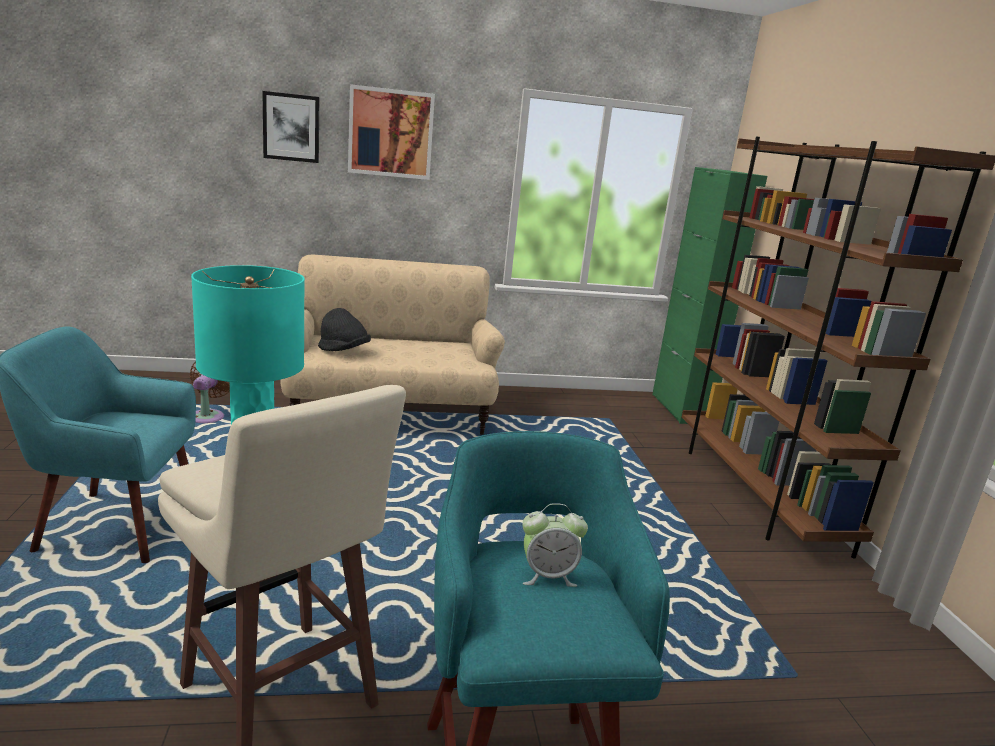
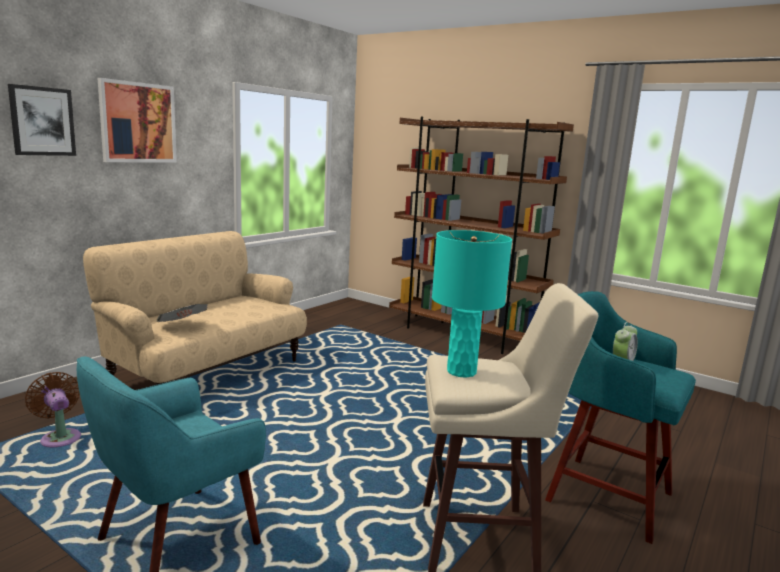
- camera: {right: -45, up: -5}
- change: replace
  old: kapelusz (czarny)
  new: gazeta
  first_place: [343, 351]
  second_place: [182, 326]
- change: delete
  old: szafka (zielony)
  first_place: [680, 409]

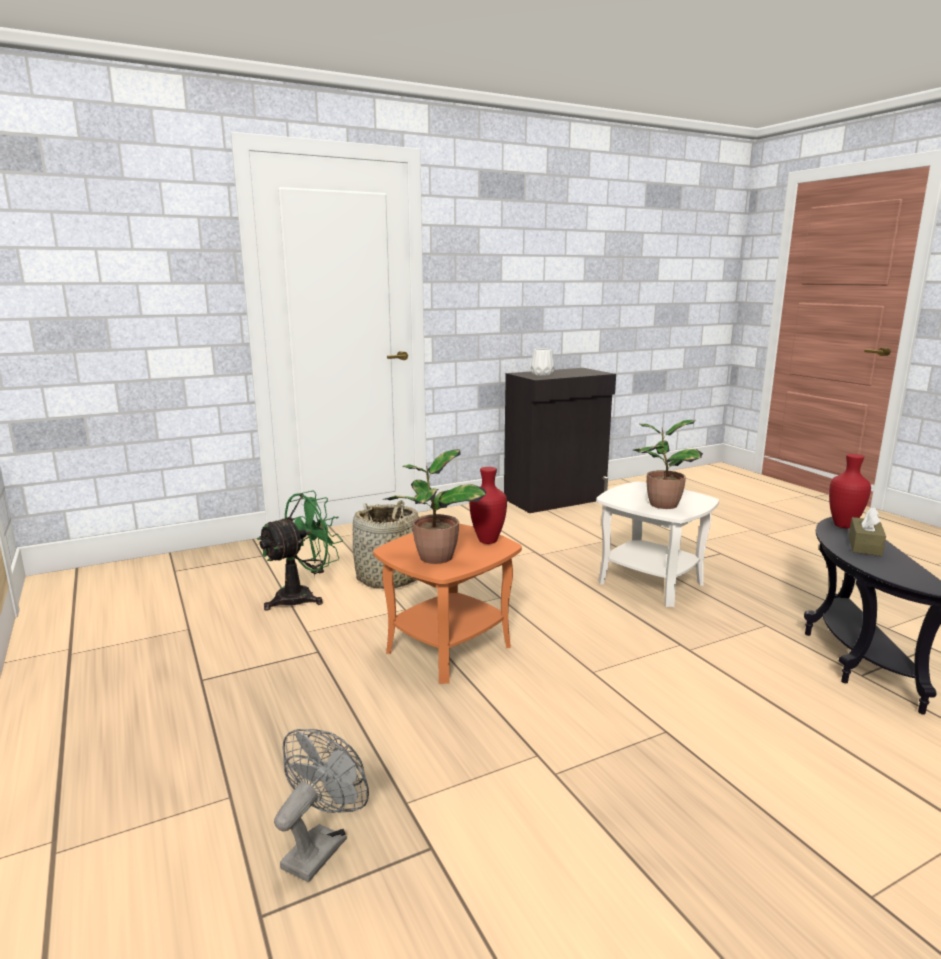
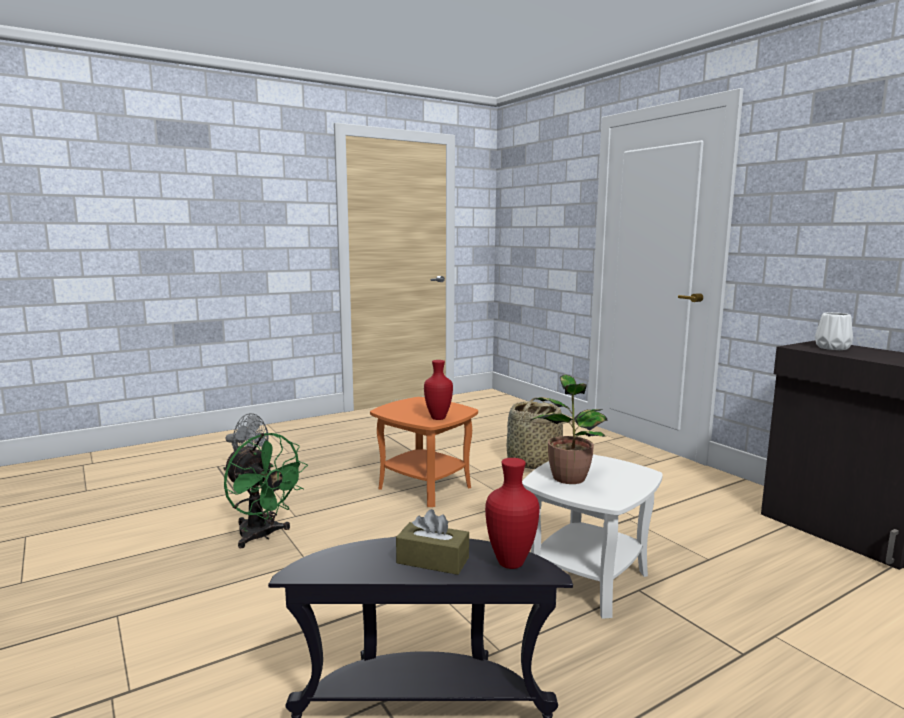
- camera: {right: 85, up: -5}
- change: move
  old: wentylator (zielony)
  first_place: [303, 596]
  second_place: [262, 536]
- change: delete
  old: roślina doniczkowa
  first_place: [434, 558]

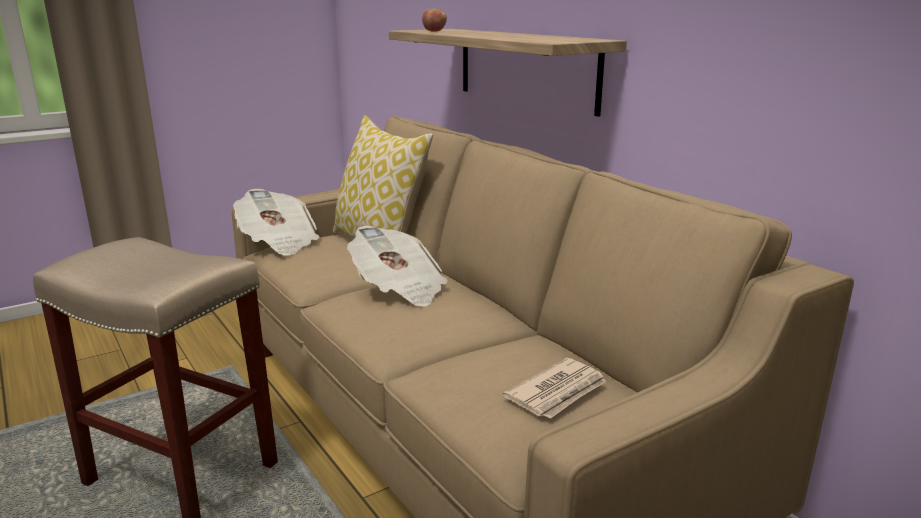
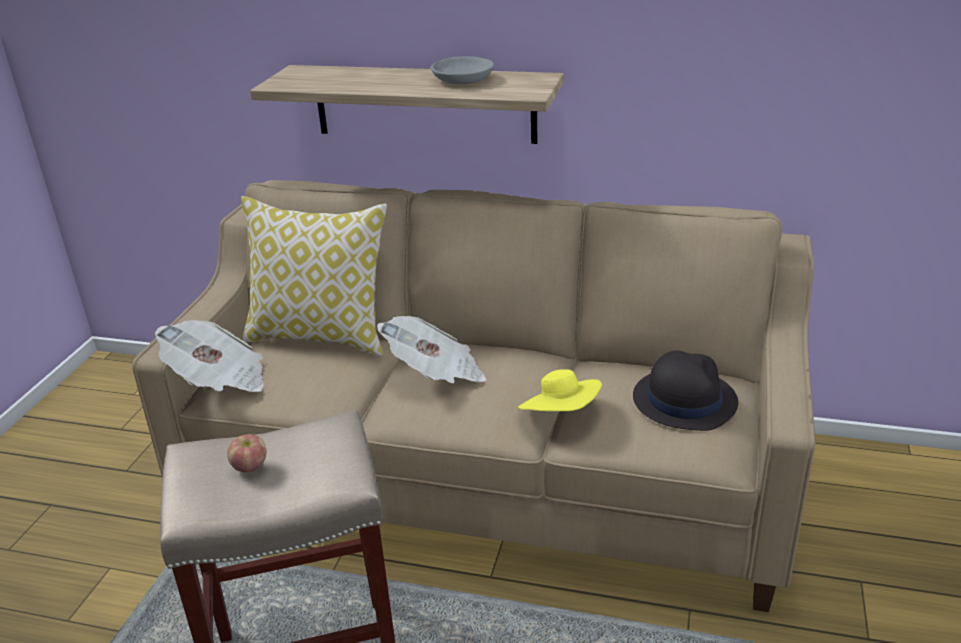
- camera: {right: -40, up: 10}
- change: move
  old: jabłko
  first_place: [434, 31]
  second_place: [250, 467]
- change: insert
  new: miska (szary)
  second_place: [462, 79]
- change: insert
  new: kapelusz (żółty)
  second_place: [561, 414]
- change: replace
  old: gazeta
  new: kapelusz (czarny)
  first_place: [558, 392]
  second_place: [684, 399]

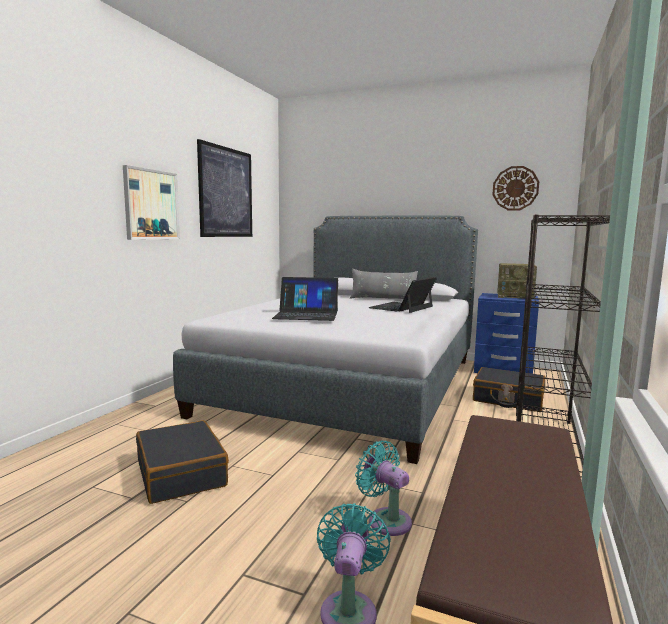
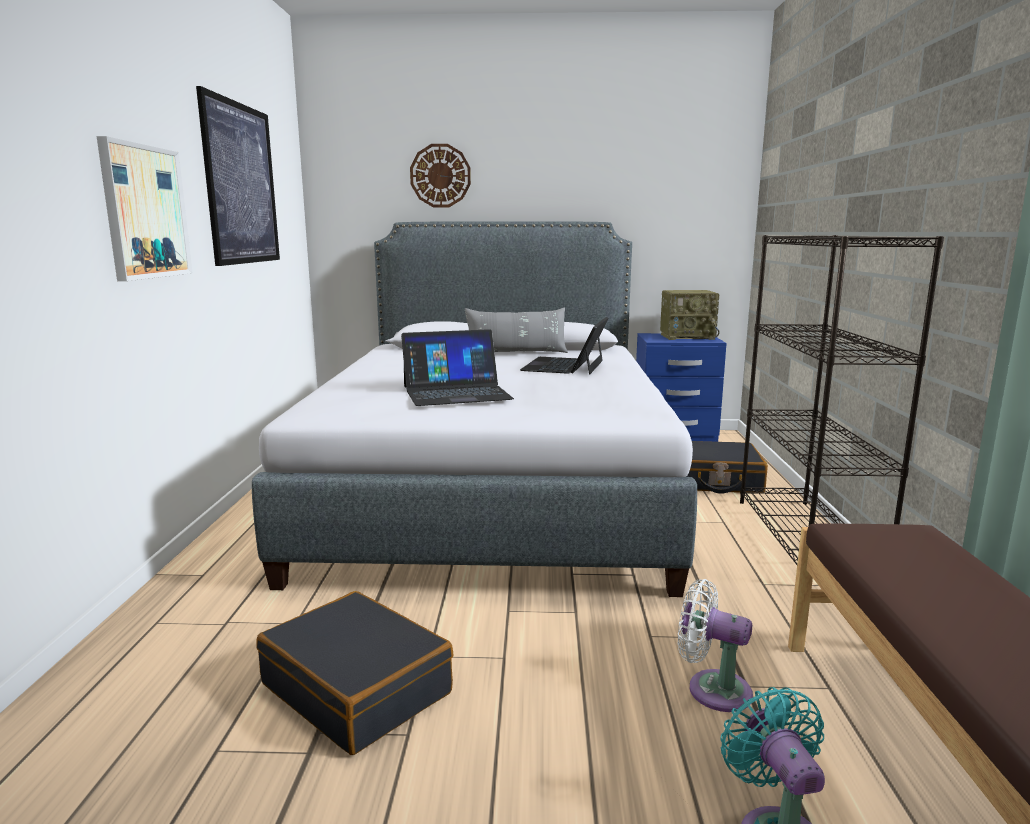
- camera: {right: -20, up: 5}
- change: move
  old: zegar ścienny
  first_place: [515, 188]
  second_place: [440, 176]
- change: recolor
  old: wentylator (turkusowy)
  new: wentylator (biały)
  first_place: [386, 519]
  second_place: [712, 689]

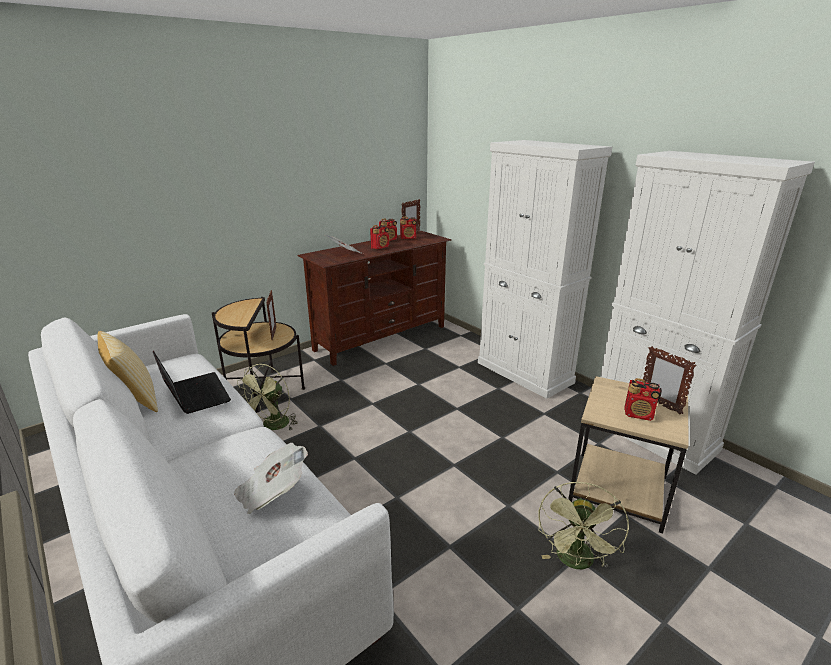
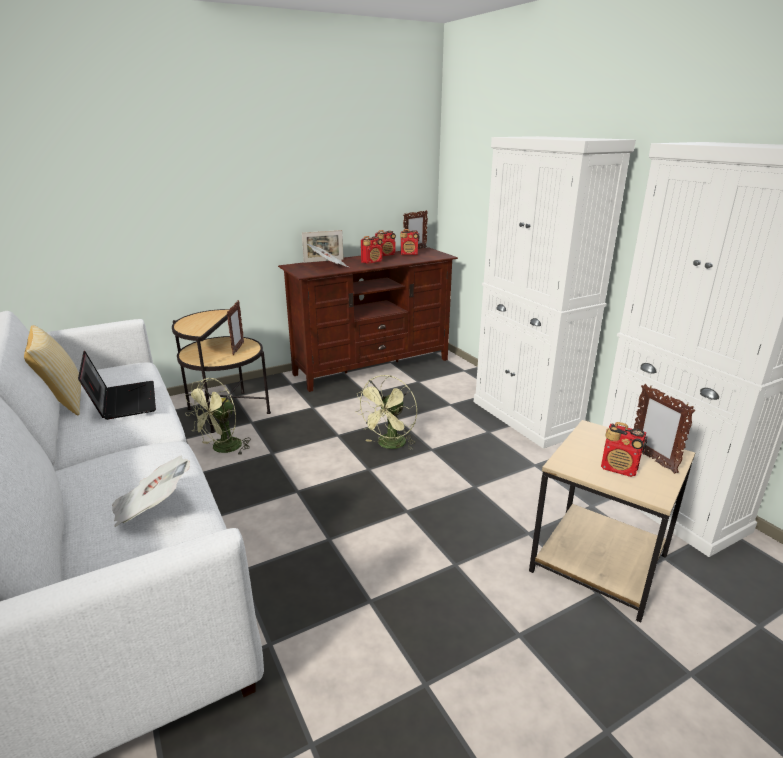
- camera: {right: 10, up: 0}
- change: insert
  new: ramka na zdjęcie
  second_place: [323, 261]
- change: move
  old: wentylator (zielony)
  first_place: [576, 562]
  second_place: [389, 445]

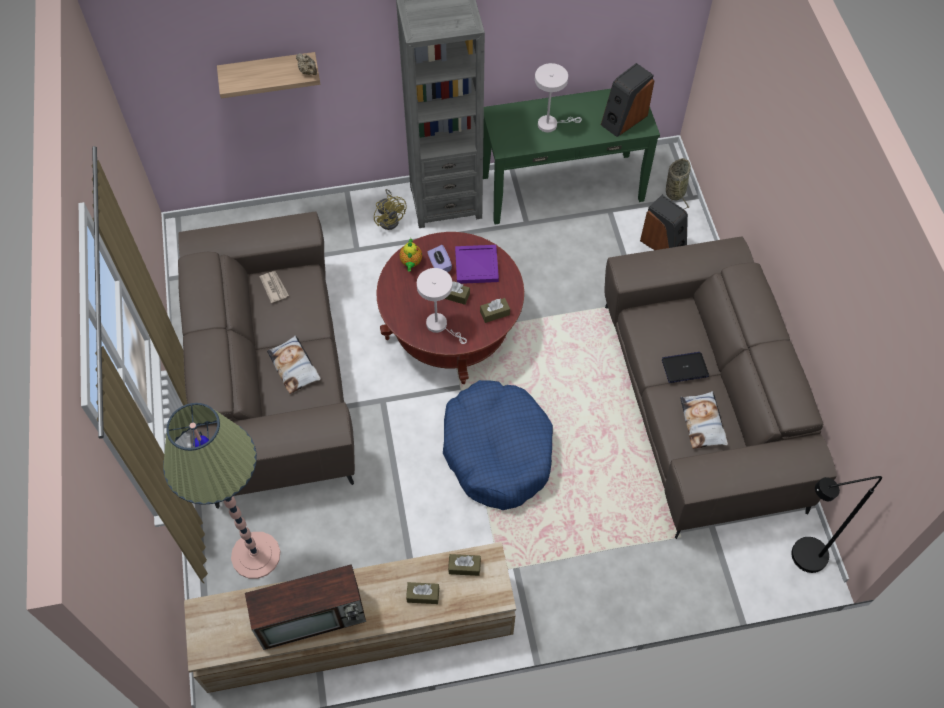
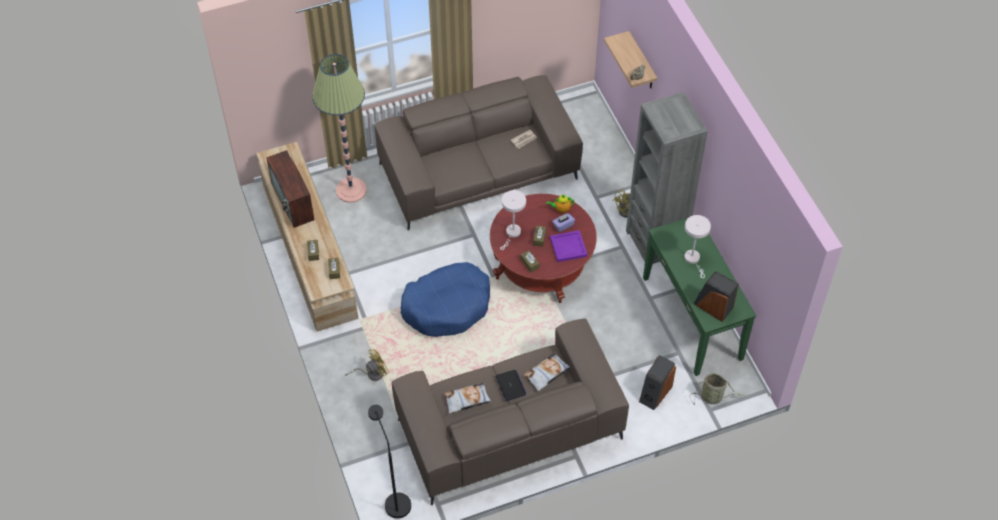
- camera: {right: 80, up: -5}
- change: insert
  new: wentylator (żółty)
  second_place: [372, 373]
- change: move
  old: poduszka
  first_place: [294, 367]
  second_place: [547, 374]

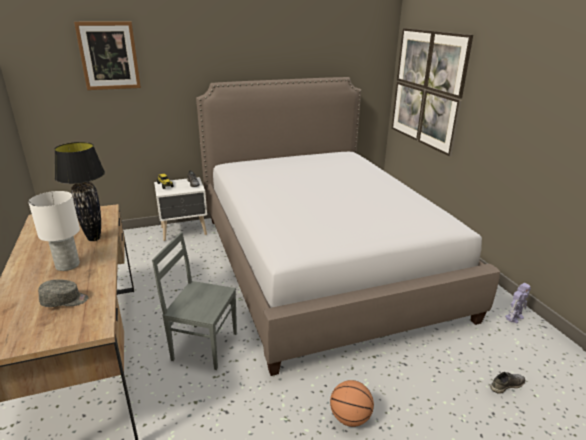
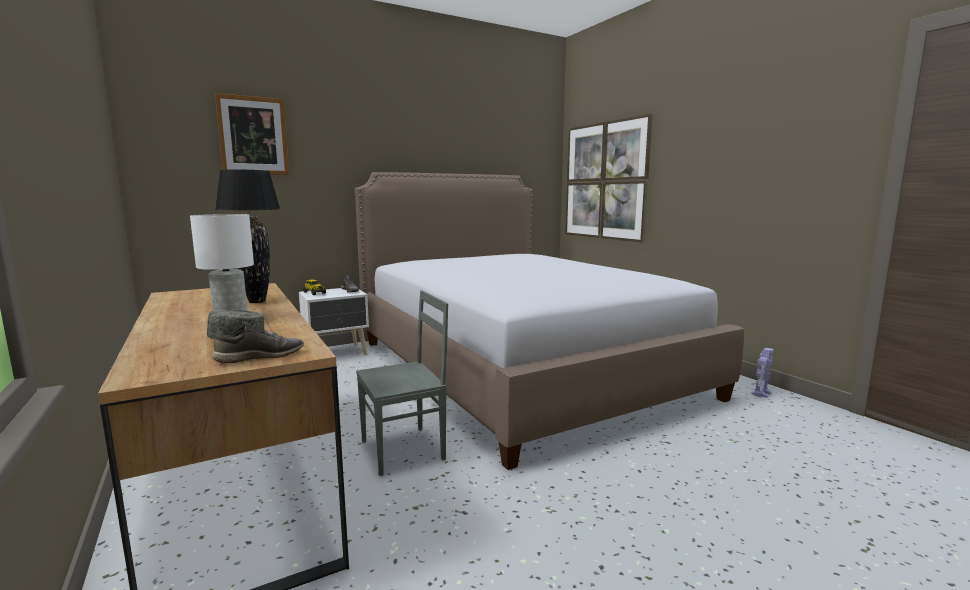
- camera: {right: -10, up: -15}
- change: move
  old: but (szary)
  first_place: [506, 385]
  second_place: [260, 356]
- change: rotate
  old: krzesło (szary)
  first_place: [204, 345]
  second_place: [404, 450]
  degrees: 150
- change: delete
  old: piłka do koszykówki
  first_place: [350, 418]

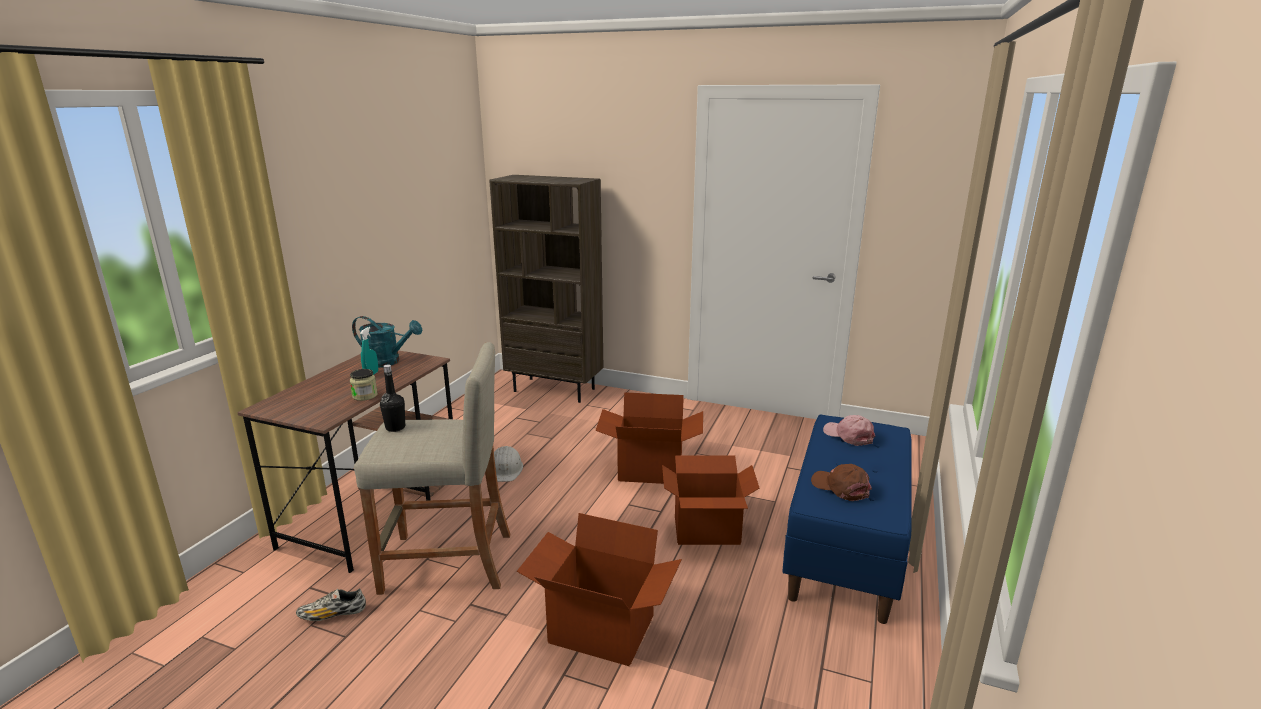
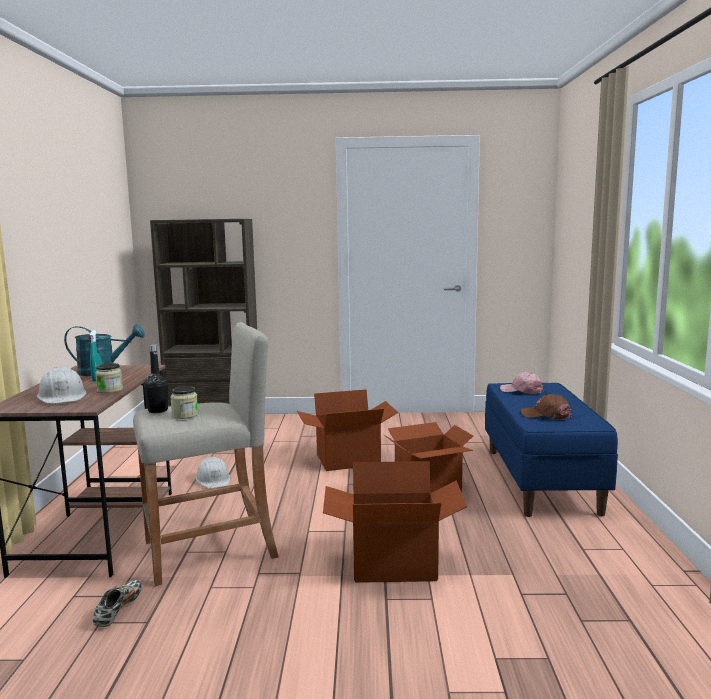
- camera: {right: -20, up: -10}
- change: insert
  new: kask (biały)
  second_place: [62, 396]
- change: rotate
  old: but
  first_place: [332, 615]
  second_place: [118, 610]
  degrees: 135
- change: insert
  new: słoik
  second_place: [185, 415]

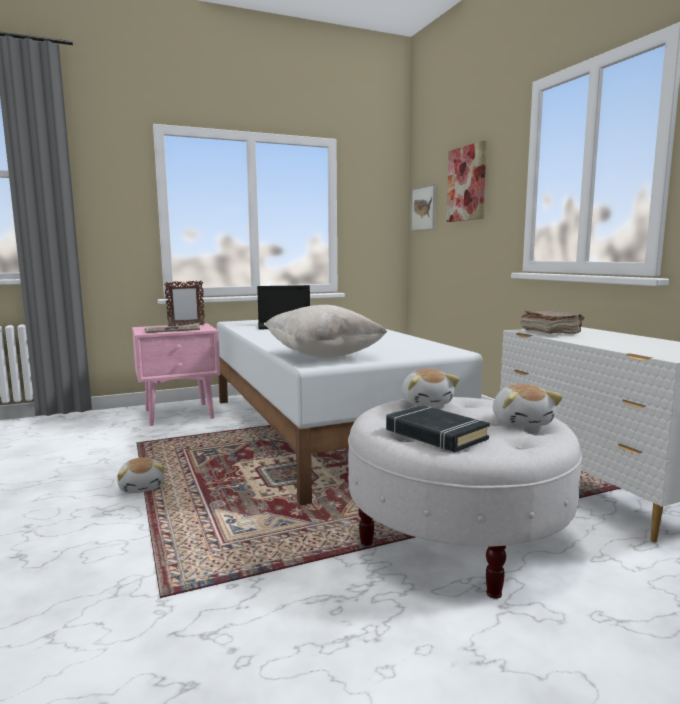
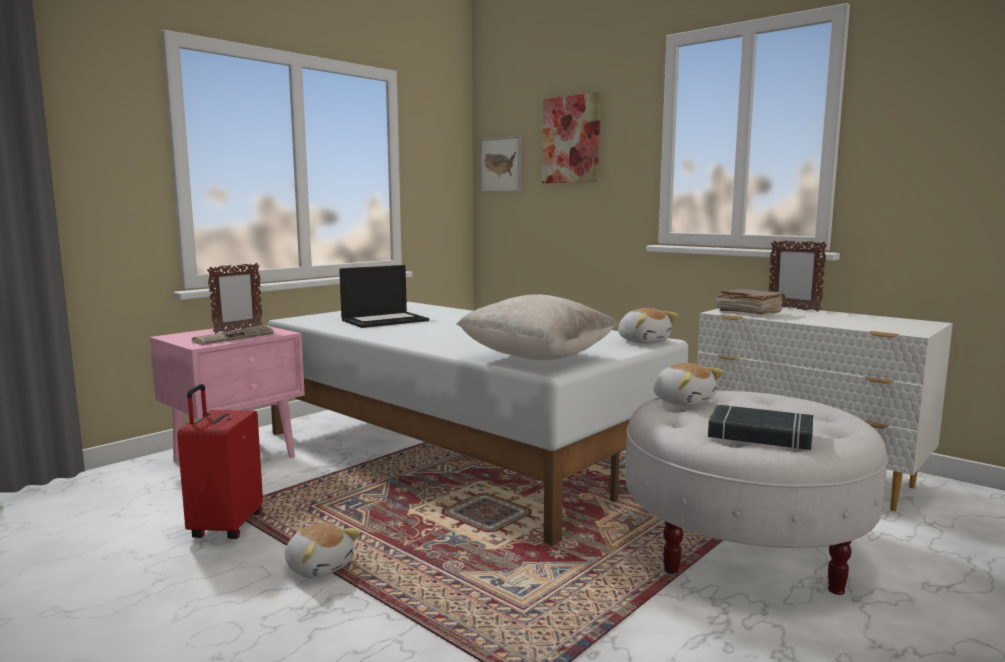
- camera: {right: -25, up: 0}
- change: insert
  new: walizka (czerwony)
  second_place: [225, 527]
- change: move
  old: pluszak
  first_place: [522, 422]
  second_place: [643, 341]
- change: insert
  new: ramka na zdjęcie
  second_place: [793, 308]

